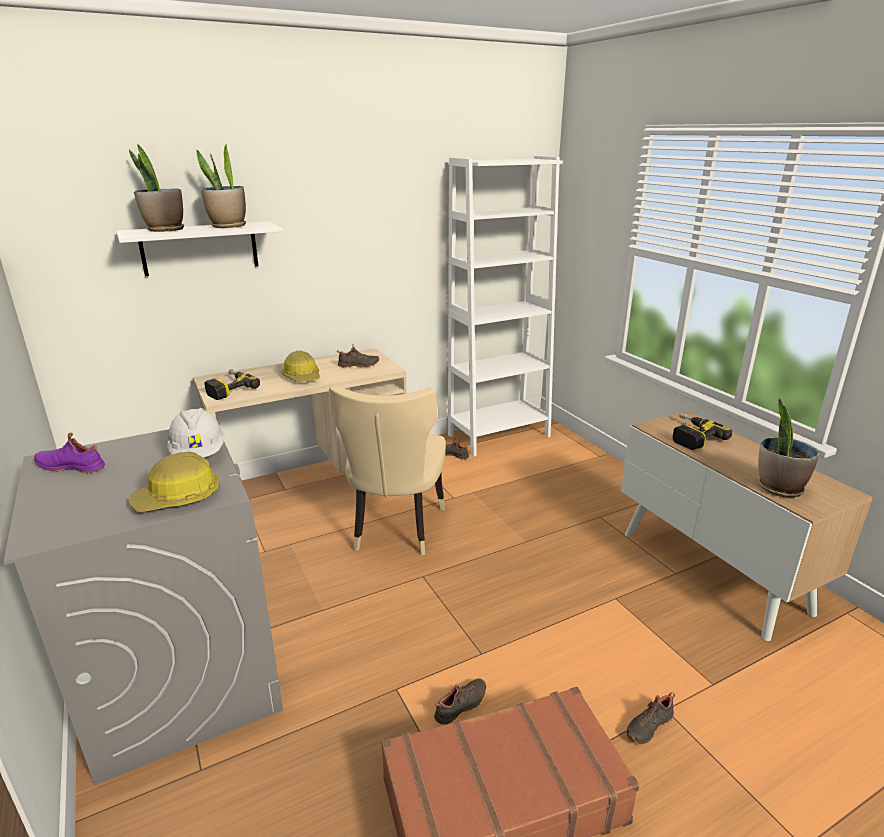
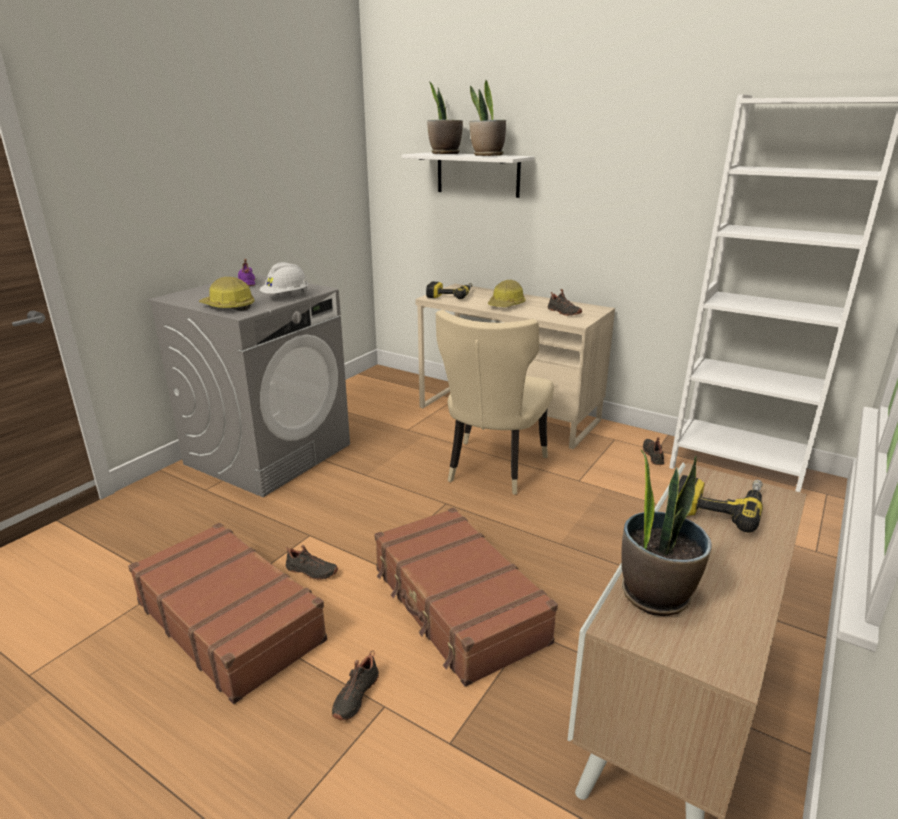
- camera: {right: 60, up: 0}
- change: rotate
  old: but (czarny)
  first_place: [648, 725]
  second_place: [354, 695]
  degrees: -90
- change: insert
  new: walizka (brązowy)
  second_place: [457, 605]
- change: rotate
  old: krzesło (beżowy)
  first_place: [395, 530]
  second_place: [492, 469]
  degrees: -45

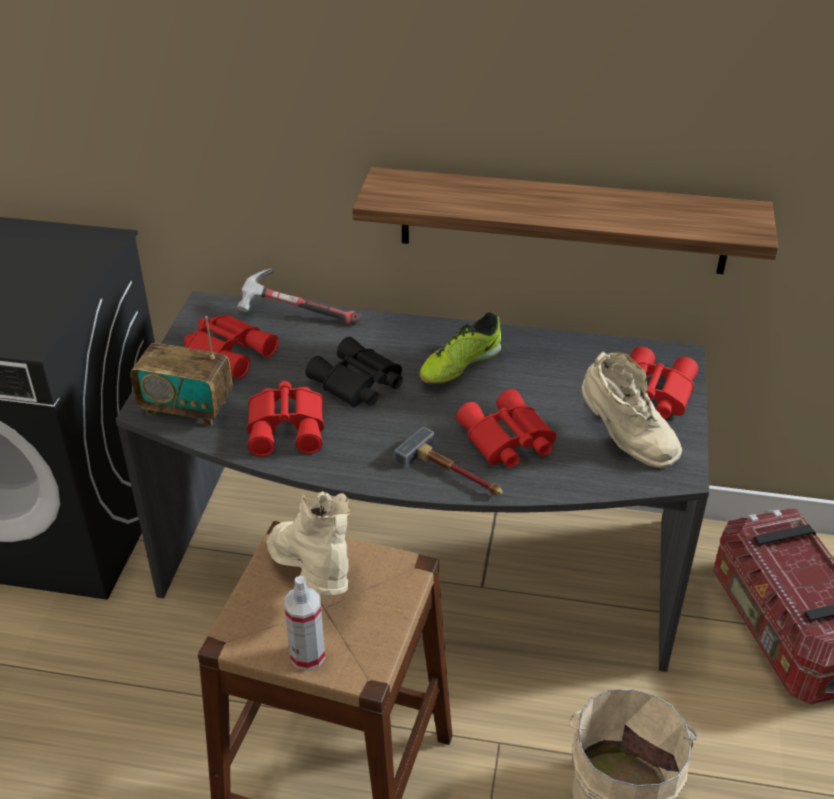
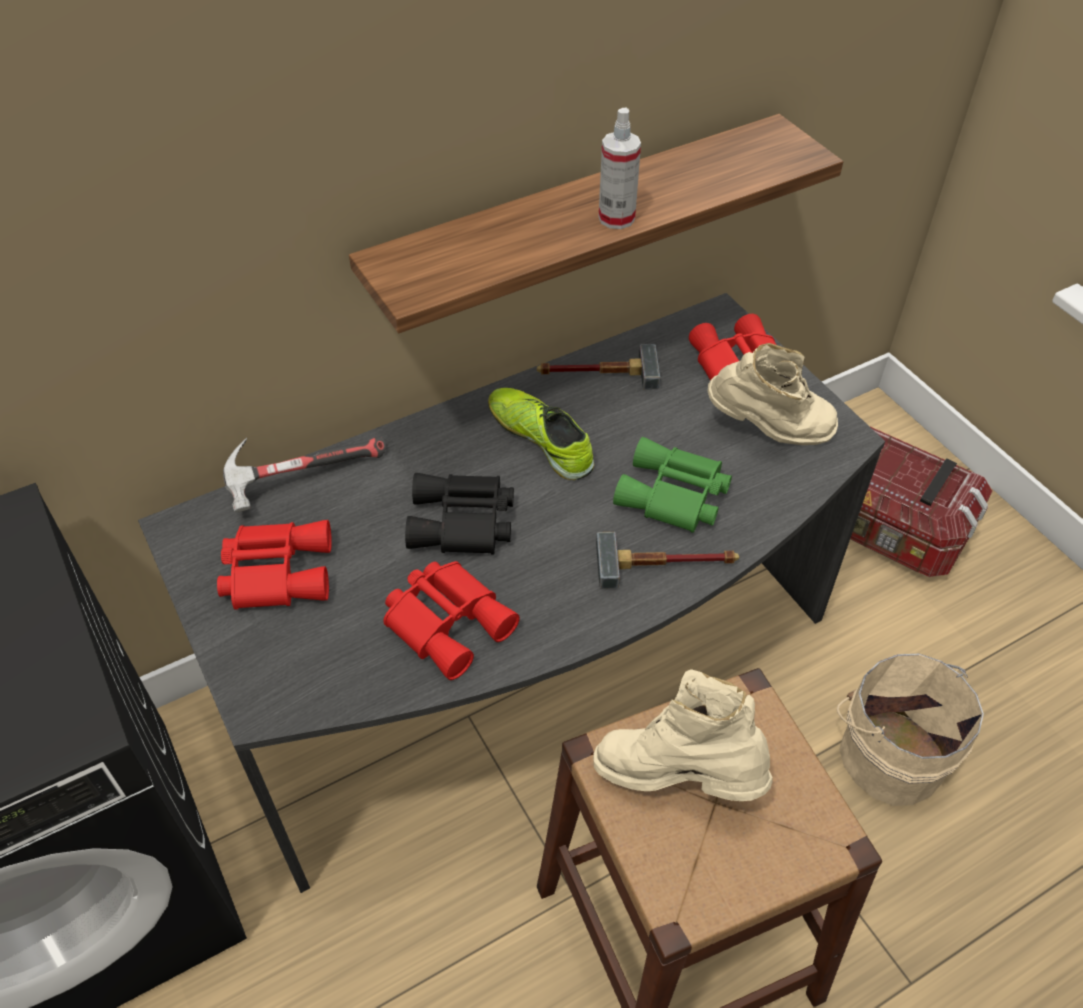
- camera: {right: -40, up: 10}
- change: rotate
  old: but
  first_place: [459, 365]
  second_place: [541, 439]
  degrees: 135
- change: insert
  new: młotek
  second_place: [596, 373]
- change: move
  old: spryskiwacz
  first_place: [307, 655]
  second_place: [616, 218]
- change: recolor
  old: lornetka (czerwony)
  new: lornetka (zielony)
  first_place: [506, 440]
  second_place: [673, 497]
- change: delete
  old: radio
  first_place: [187, 407]

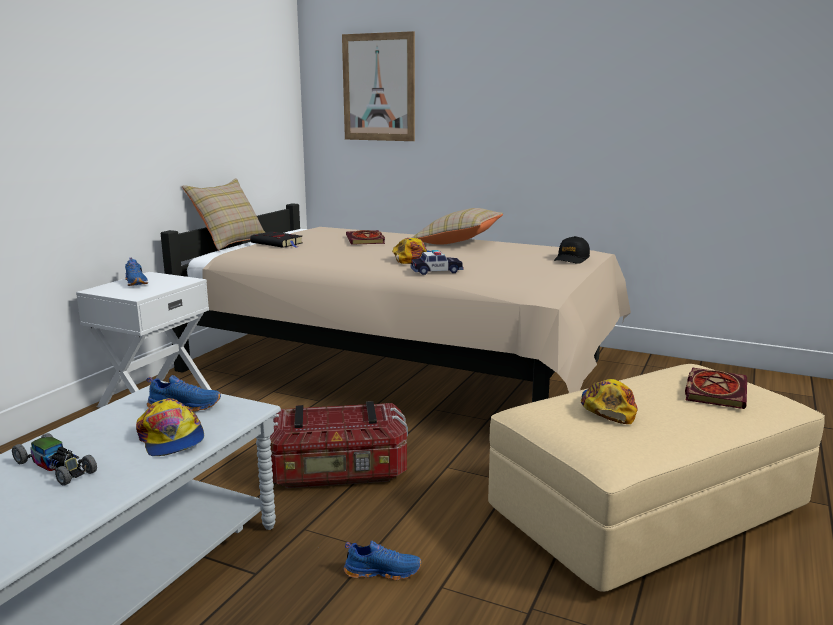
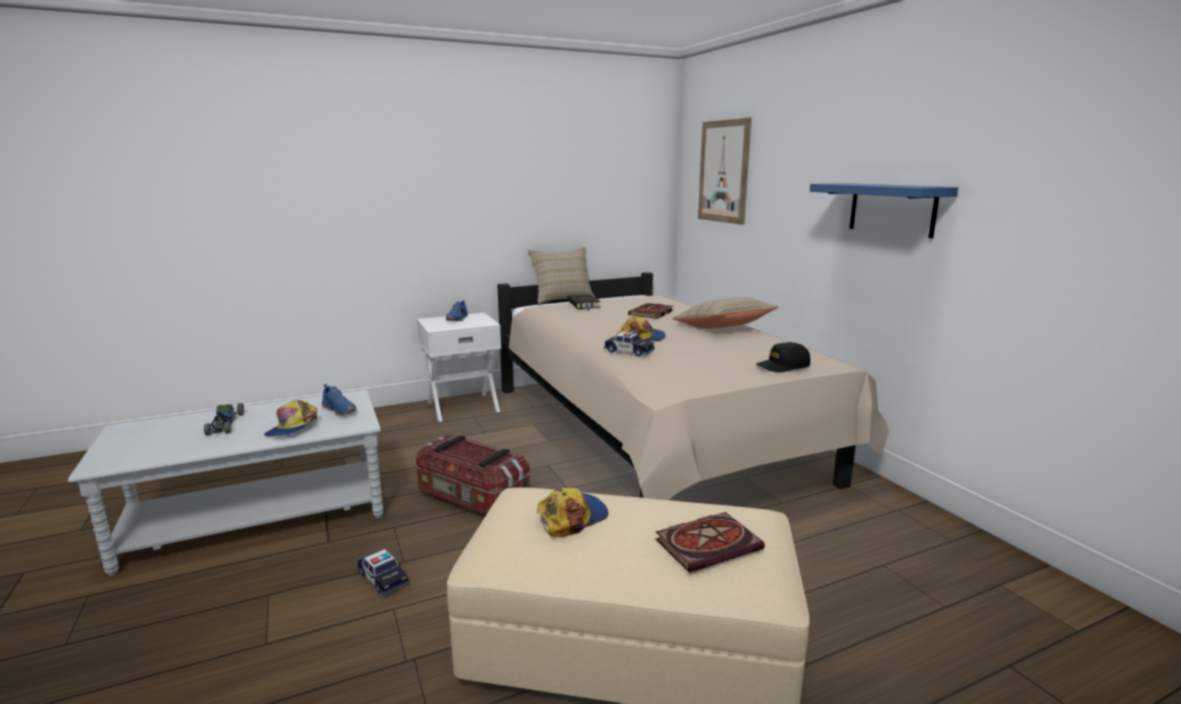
- camera: {right: 40, up: 0}
- change: replace
  old: but (niebieski)
  new: samochodzik
  first_place: [382, 571]
  second_place: [383, 578]
- change: insert
  new: półka (niebieski)
  second_place: [892, 209]

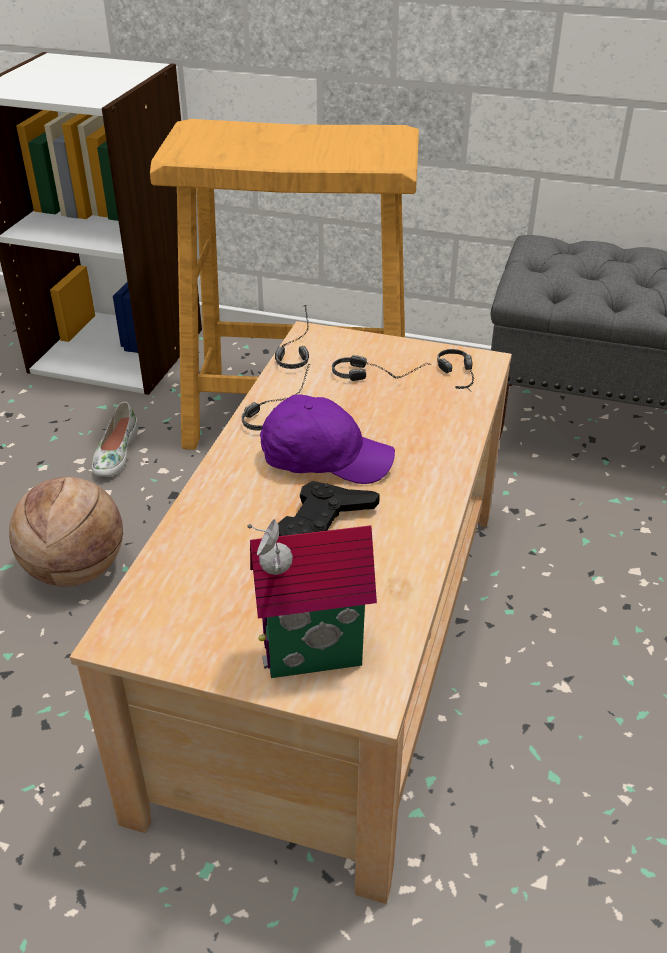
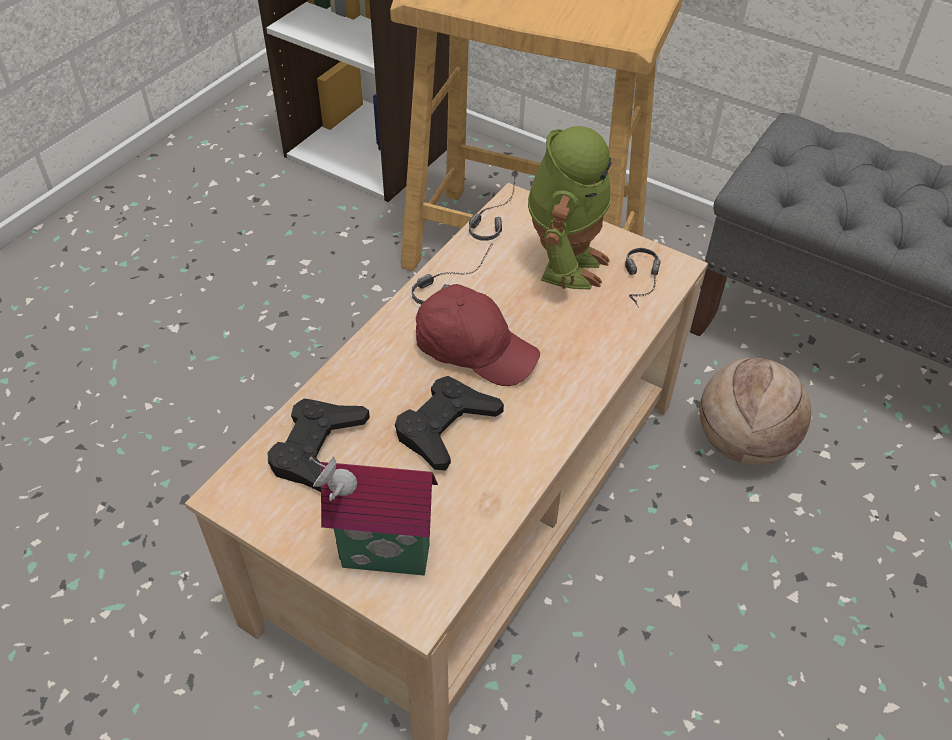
- camera: {right: 15, up: 10}
- change: insert
  new: pad do gier (czarny)
  second_place: [318, 449]
- change: recolor
  old: czapka z daszkiem (fioletowy)
  new: czapka z daszkiem (czerwony)
  first_place: [325, 459]
  second_place: [475, 349]
- change: replace
  old: słuchawki
  new: robot zabawkowy
  first_place: [380, 375]
  second_place: [564, 263]
- change: move
  old: piłka do koszykówki
  first_place: [75, 571]
  second_place: [742, 443]
- change: delete
  old: but (biały)
  first_place: [115, 453]

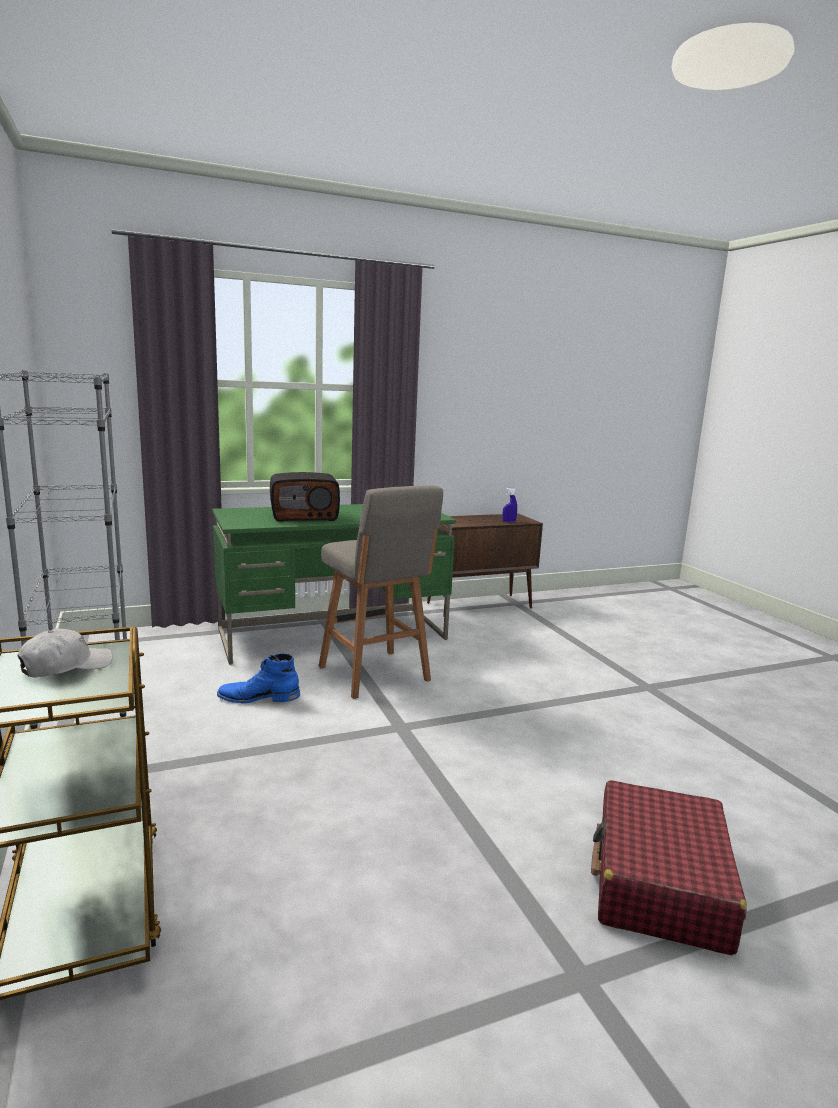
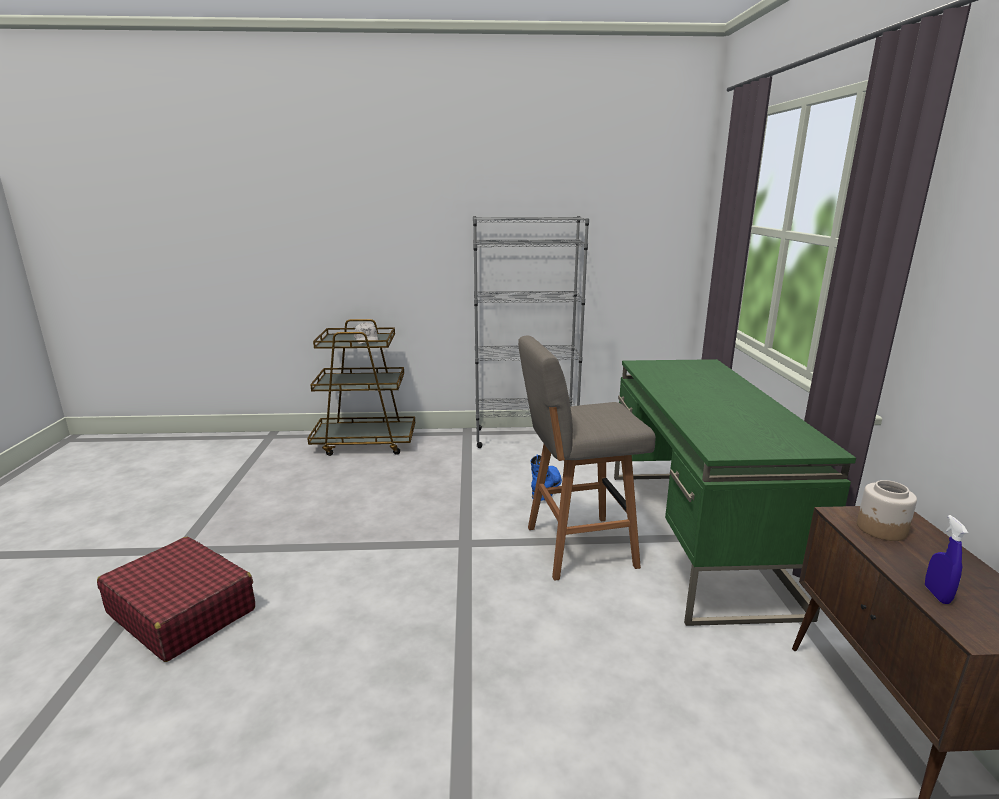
- camera: {right: 110, up: 5}
- change: insert
  new: słoik
  second_place: [881, 529]
- change: delete
  old: radio
  first_place: [304, 516]

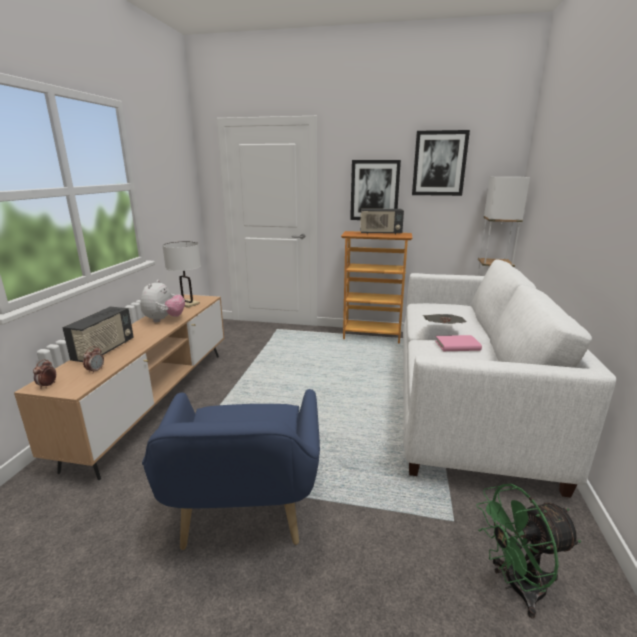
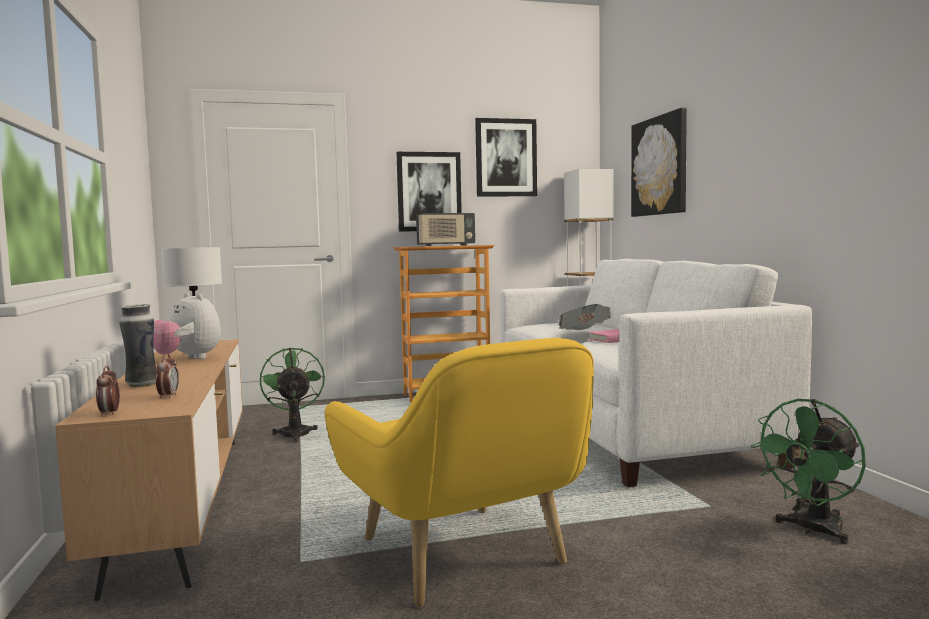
- camera: {right: -25, up: -15}
- change: replace
  old: radio
  new: wazon
  first_place: [104, 350]
  second_place: [141, 385]
- change: rotate
  old: pluszak
  first_place: [164, 320]
  second_place: [187, 359]
  degrees: 150
- change: insert
  new: wentylator (zielony)
  second_place: [295, 433]
- change: recolor
  old: fotel (niebieski)
  new: fotel (żółty)
  first_place: [244, 512]
  second_place: [464, 558]
- change: insert
  new: obraz
  second_place: [660, 166]

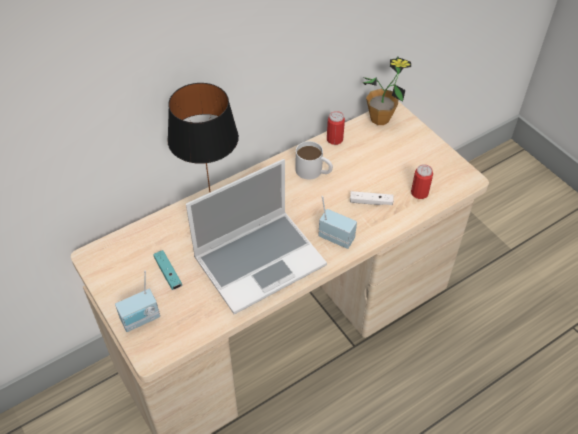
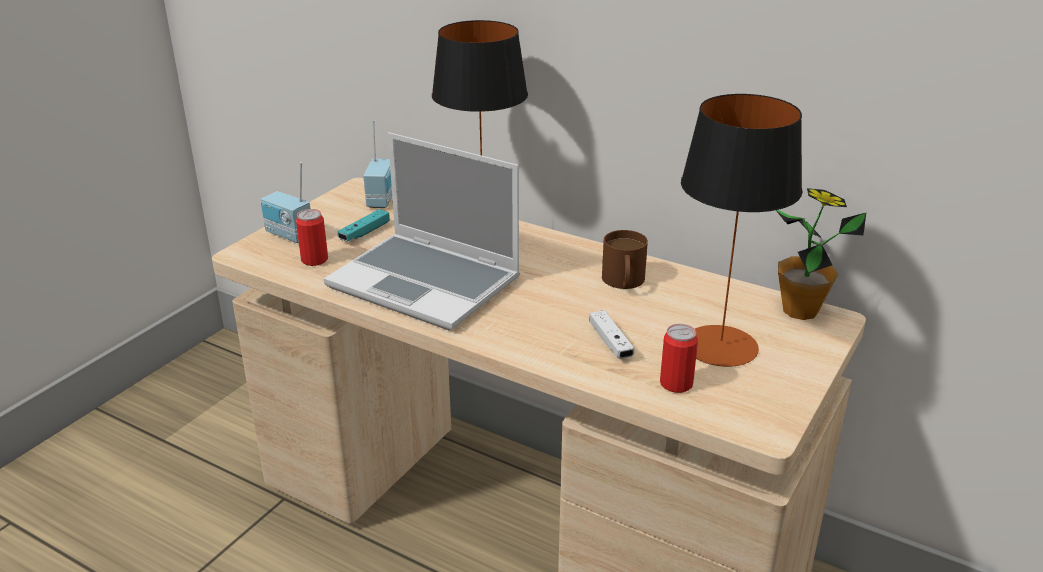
- camera: {right: 65, up: -20}
- change: move
  old: puszka
  first_place: [334, 139]
  second_place: [314, 260]
- change: move
  old: radio
  first_place: [337, 237]
  second_place: [383, 200]
- change: recolor
  old: kubek (biały)
  new: kubek (brązowy)
  first_place: [313, 171]
  second_place: [623, 282]
- change: insert
  new: lampa stołowa
  second_place: [720, 345]

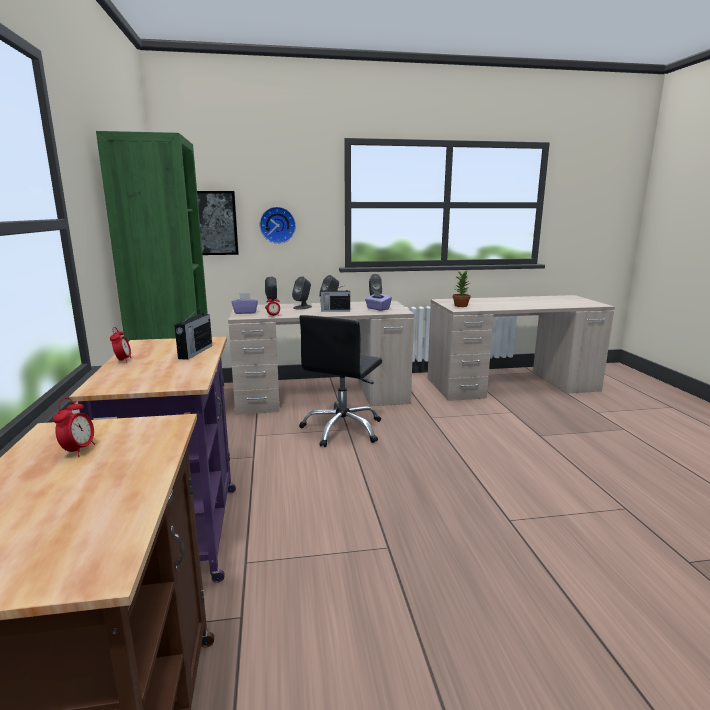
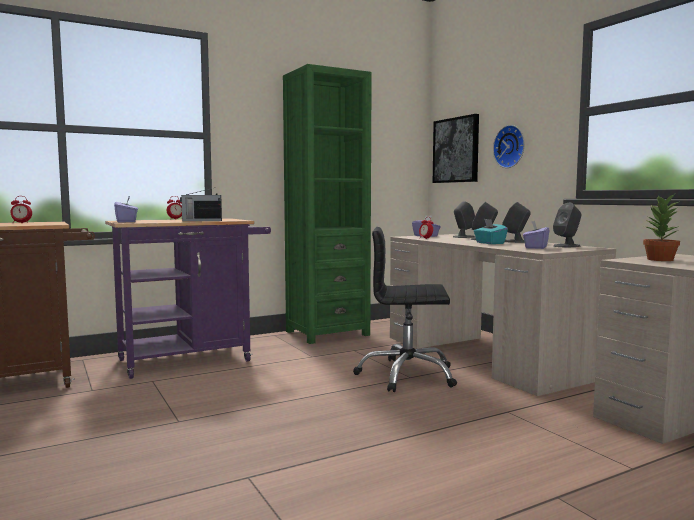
- camera: {right: 70, up: -10}
- change: insert
  new: pudełko chusteczek (fioletowy)
  second_place: [127, 222]
- change: replace
  old: radio
  new: pudełko chusteczek (turkusowy)
  first_place: [335, 310]
  second_place: [489, 243]

